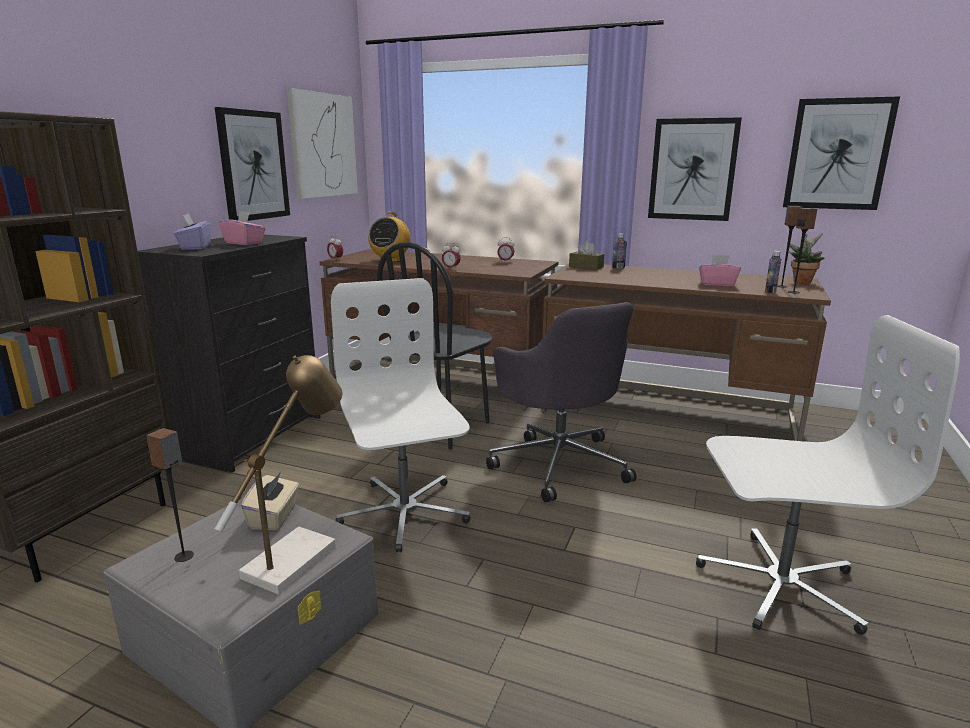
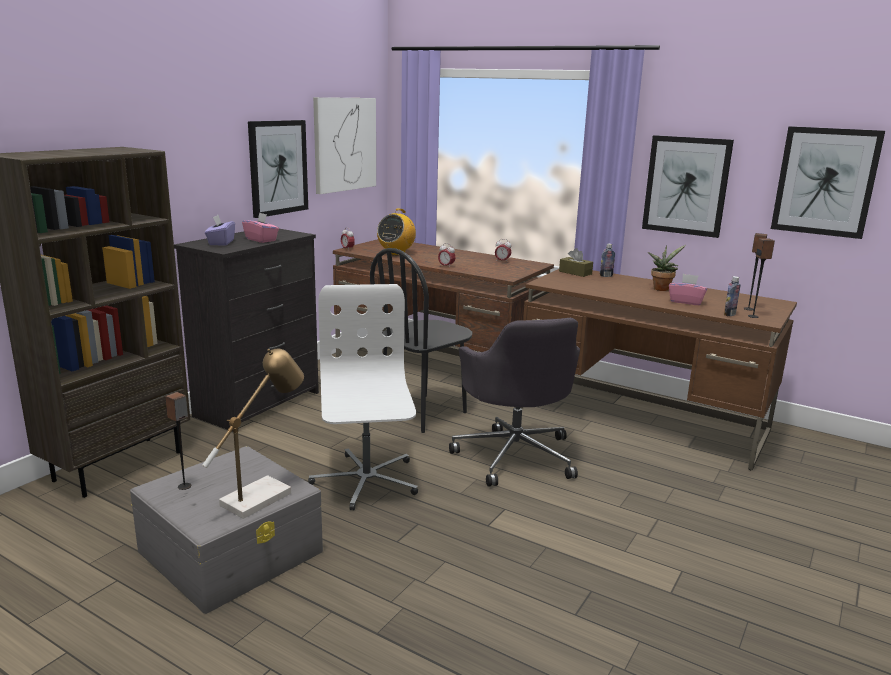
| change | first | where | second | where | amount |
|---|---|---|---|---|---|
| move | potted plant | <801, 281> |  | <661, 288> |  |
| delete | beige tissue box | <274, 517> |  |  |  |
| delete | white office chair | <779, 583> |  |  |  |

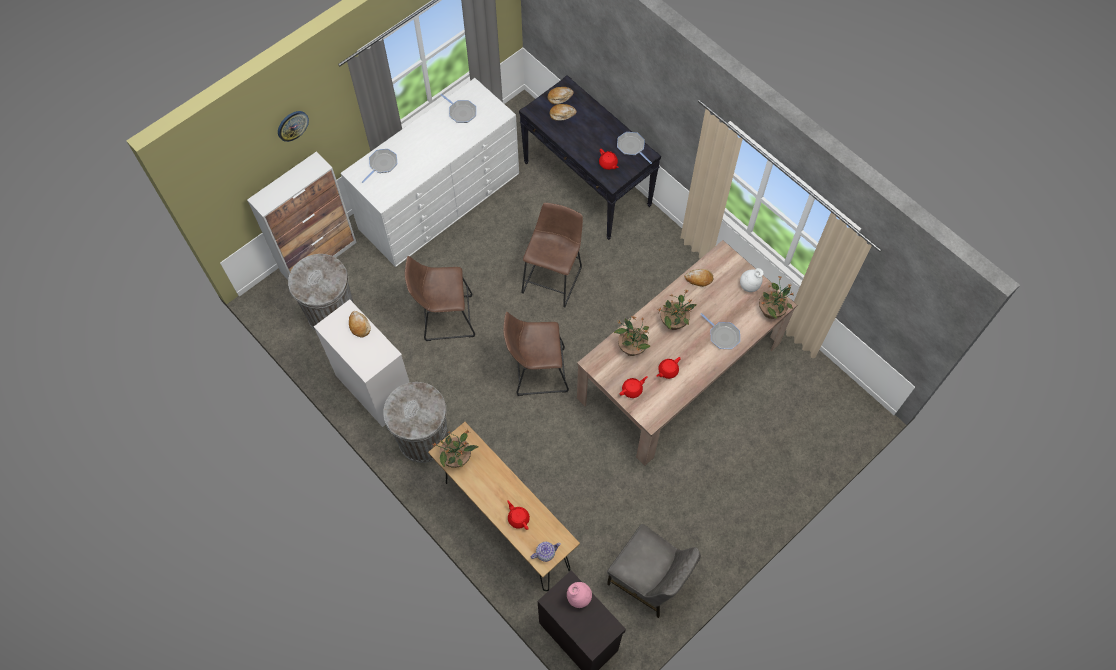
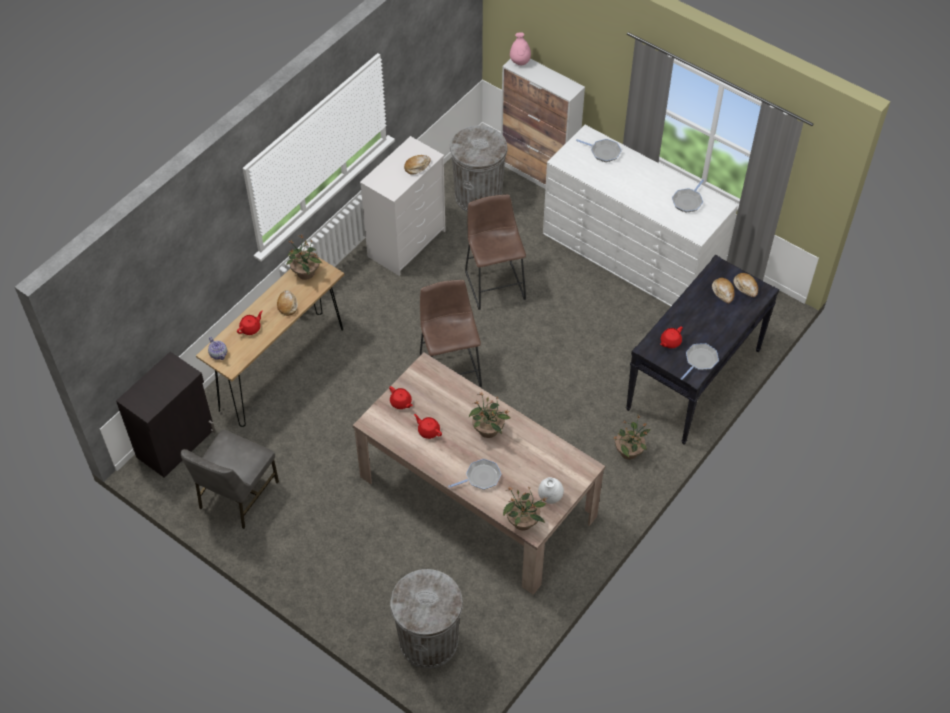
| change | first | where | second | where | amount |
|---|---|---|---|---|---|
| move | bread | <699, 279> |  | <287, 305> |  |
| move | grey trash can | <423, 438> |  | <429, 641> |  |
| rotate | frying pan | <722, 336> |  | <481, 477> | 150 degrees counterclockwise |
| move | pink vase | <578, 597> |  | <520, 62> |  |
| move | potted plant | <631, 347> |  | <629, 451> |  |
| delete | wall clock | <292, 125> |  |  |  |
| delete | brown stool | <553, 277> |  |  |  |

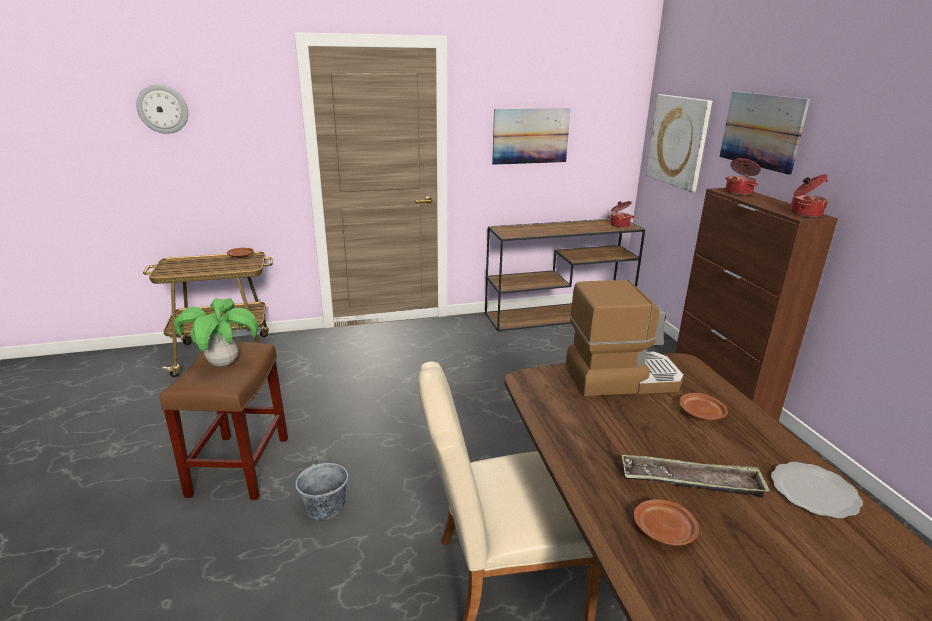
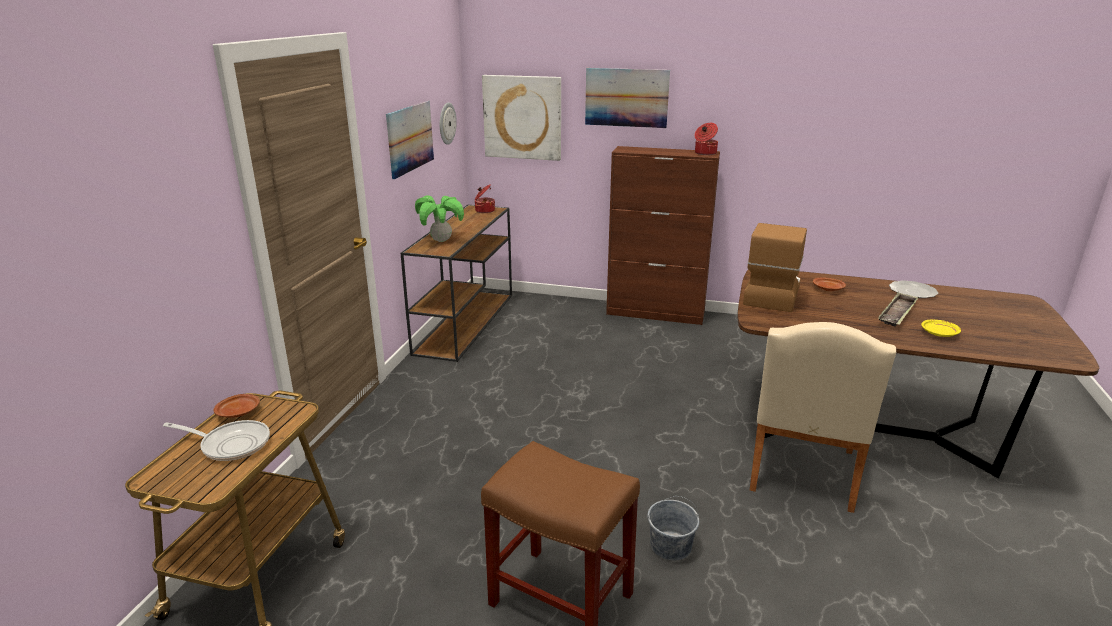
| change | first | where | second | where | amount |
|---|---|---|---|---|---|
| insert |  |  | frying pan | <231, 444> |  |
| move | potted plant | <224, 363> |  | <441, 240> |  |
| move | wall clock | <163, 109> |  | <446, 123> |  |
| recolor | brown plate | <664, 530> | yellow plate | <939, 333> |  |
| delete | cooking pot | <739, 192> |  |  |  |

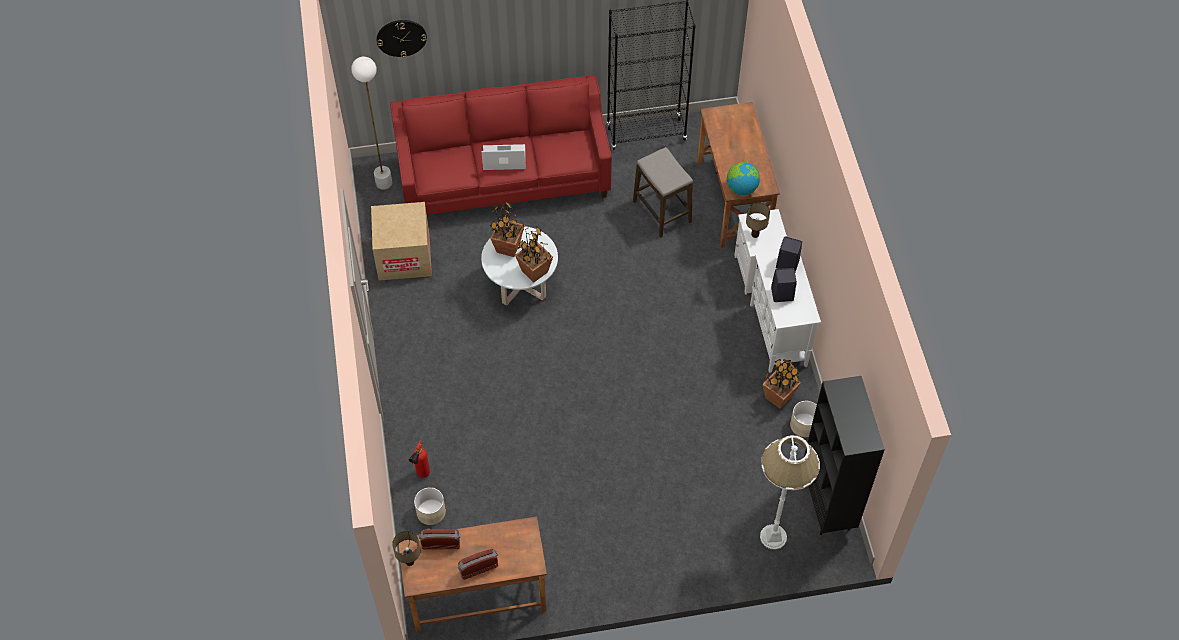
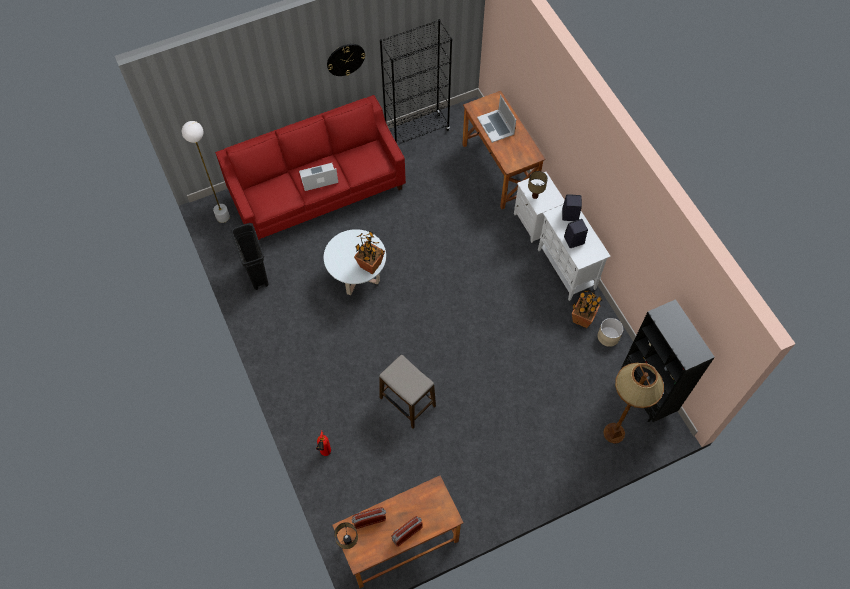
| change | first | where | second | where | amount |
|---|---|---|---|---|---|
| replace | cardboard box | <404, 256> | black trash can | <257, 274> |  |
| move | wall clock | <401, 37> |  | <345, 59> |  |
| move | stool | <661, 212> |  | <407, 402> |  |
| insert |  |  | laptop | <496, 126> |  |
| recolor | white floor lamp | <773, 537> | brown floor lamp | <613, 433> |  |
| delete | beige planter | <430, 512> |  |  |  |
| delete | potted plant | <508, 248> |  |  |  |
| delete | globe | <741, 188> |  |  |  |

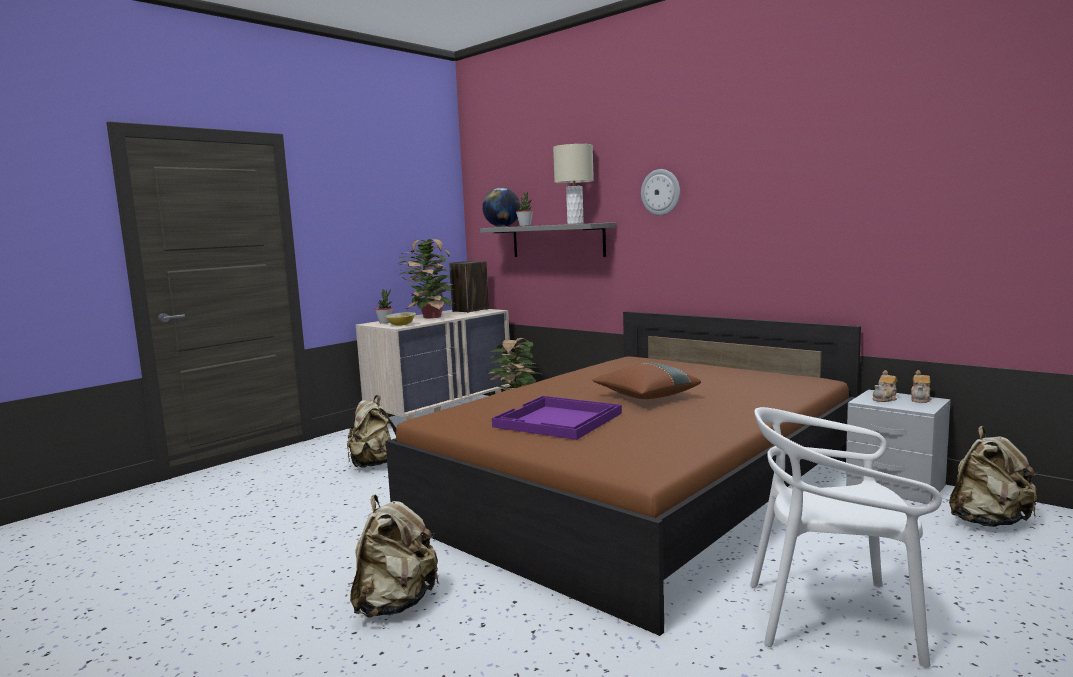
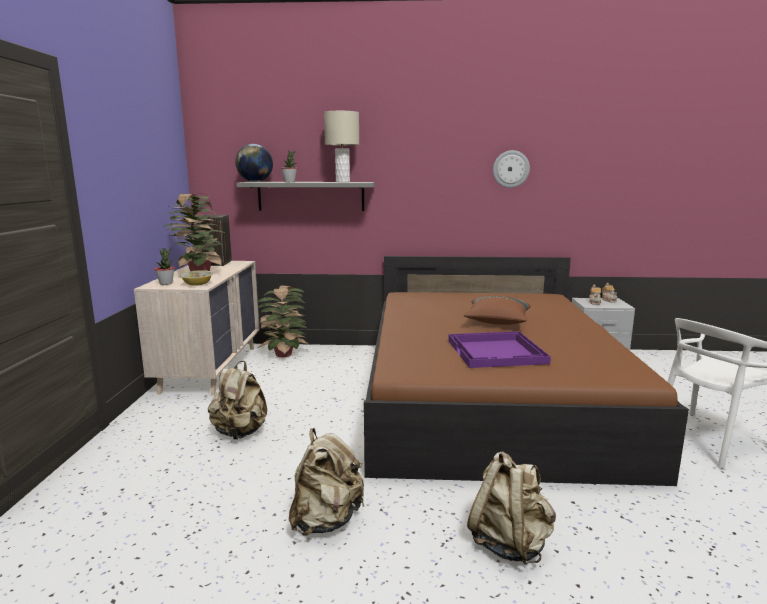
| change | first | where | second | where | amount |
|---|---|---|---|---|---|
| move | beige backpack | <988, 522> |  | <326, 520> |  |
| move | wall clock | <661, 192> |  | <510, 169> |  |

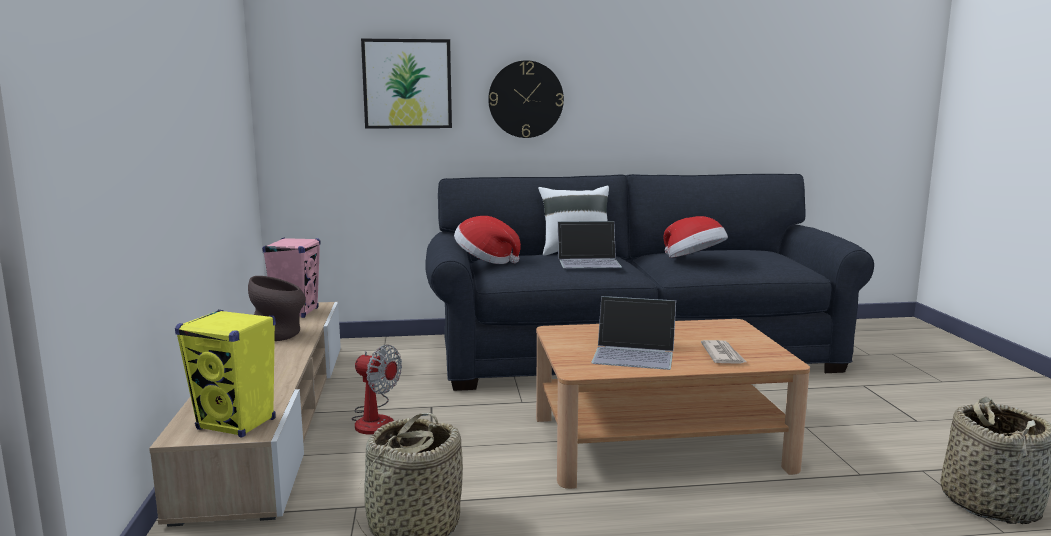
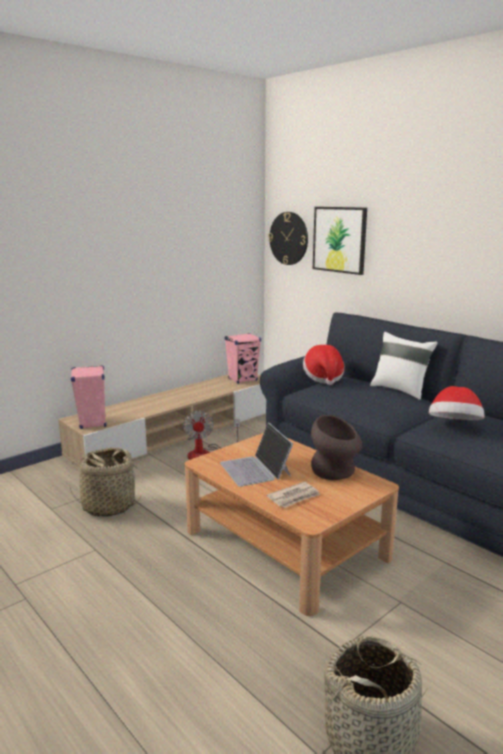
| change | first | where | second | where | amount |
|---|---|---|---|---|---|
| recolor | yellow speaker | <237, 424> | pink speaker | <93, 423> |  |
| move | wall clock | <525, 99> |  | <288, 238> |  |
| move | brown vase | <280, 335> |  | <335, 473> |  |
| delete | laptop | <589, 261> |  |  |  |

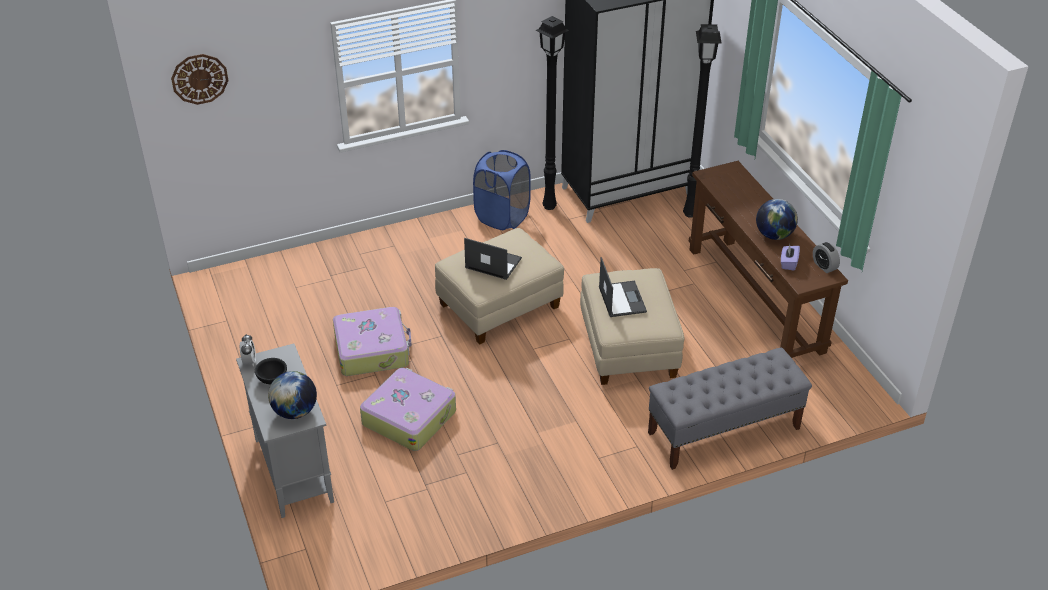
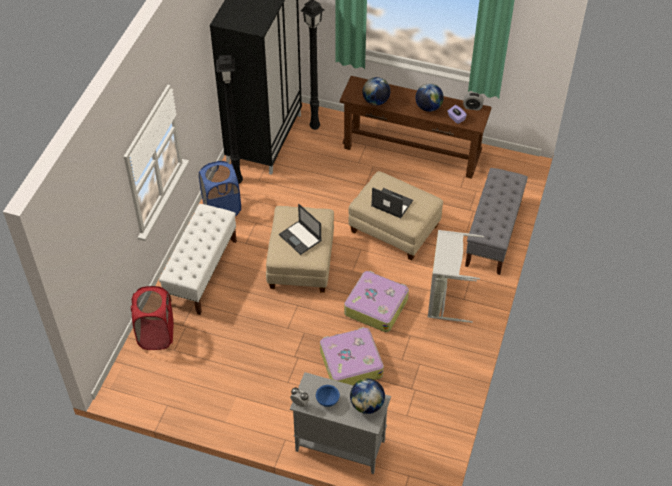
| change | first | where | second | where | amount |
|---|---|---|---|---|---|
| insert |  |  | red laundry basket | <156, 335> |  |
| insert |  |  | white bench | <202, 272> |  |
| rotate | laptop | <492, 263> |  | <300, 238> | 105 degrees counterclockwise |
| recolor | black bowl | <272, 379> | blue bowl | <327, 400> |  |
| move | suitcase | <372, 349> |  | <376, 306> |  |
| insert |  |  | globe | <376, 101> |  |
| insert |  |  | grey laundry basket | <445, 298> |  |
| delete | wall clock | <199, 78> |  |  |  |

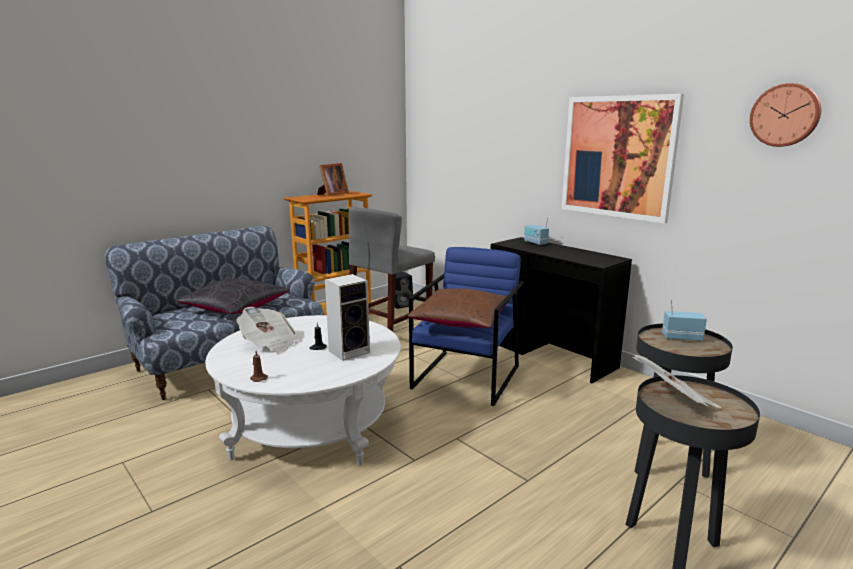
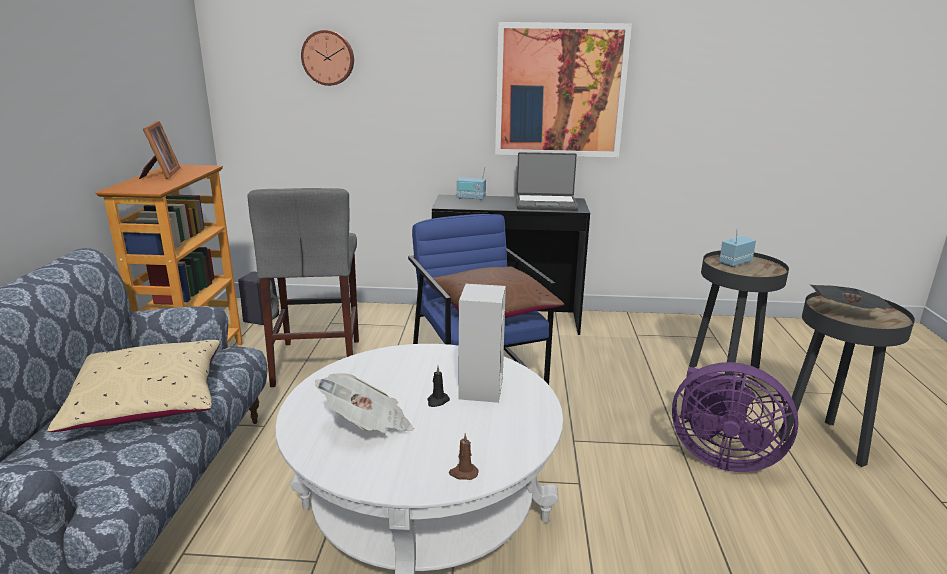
| change | first | where | second | where | amount |
|---|---|---|---|---|---|
| recolor | black pillow | <236, 308> | beige pillow | <149, 402> |  |
| move | wall clock | <785, 115> |  | <328, 58> |  |
| insert |  |  | laptop | <546, 204> |  |
| insert |  |  | purple fan | <720, 456> |  |

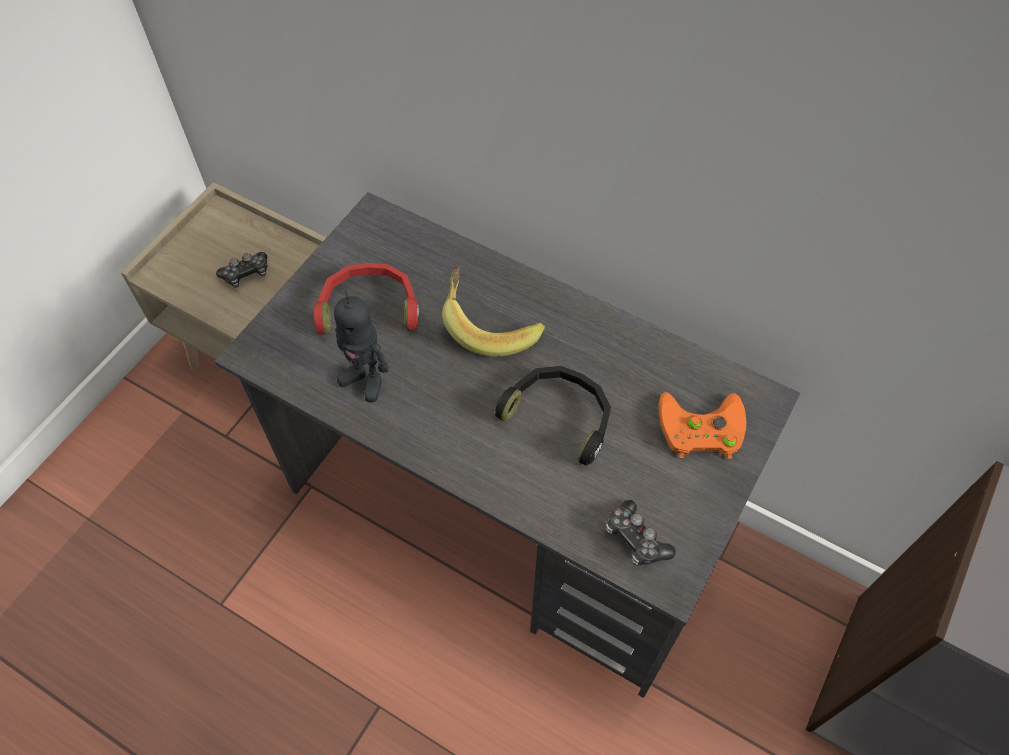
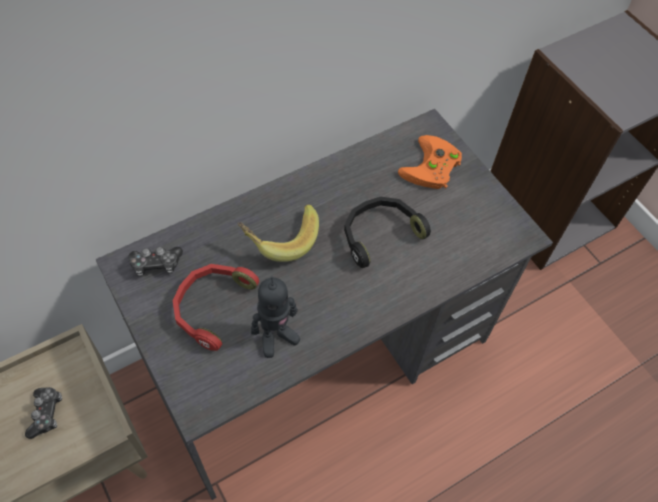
| change | first | where | second | where | amount |
|---|---|---|---|---|---|
| move | game controller | <636, 539> |  | <156, 265> |  |

